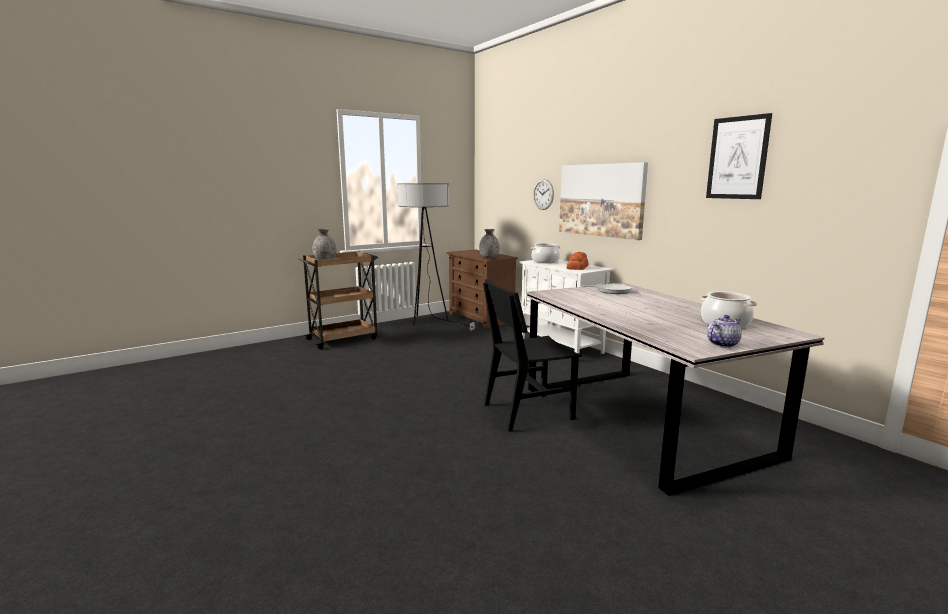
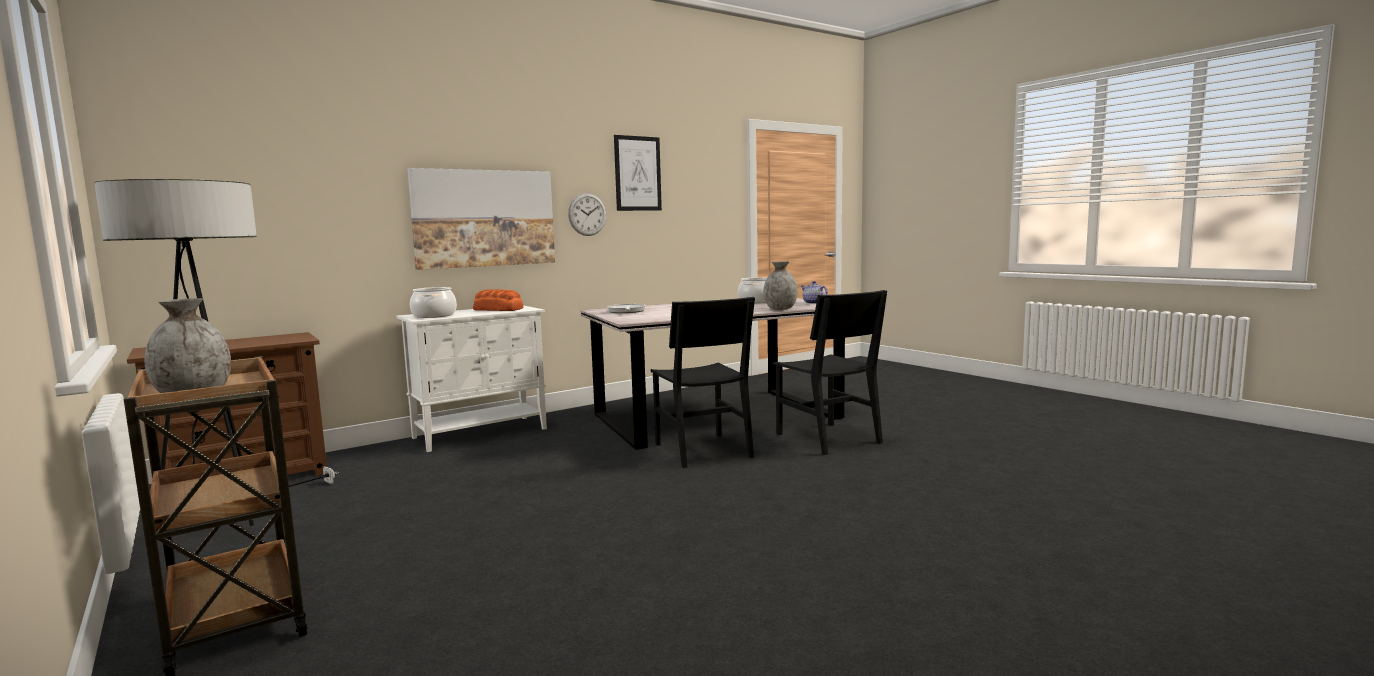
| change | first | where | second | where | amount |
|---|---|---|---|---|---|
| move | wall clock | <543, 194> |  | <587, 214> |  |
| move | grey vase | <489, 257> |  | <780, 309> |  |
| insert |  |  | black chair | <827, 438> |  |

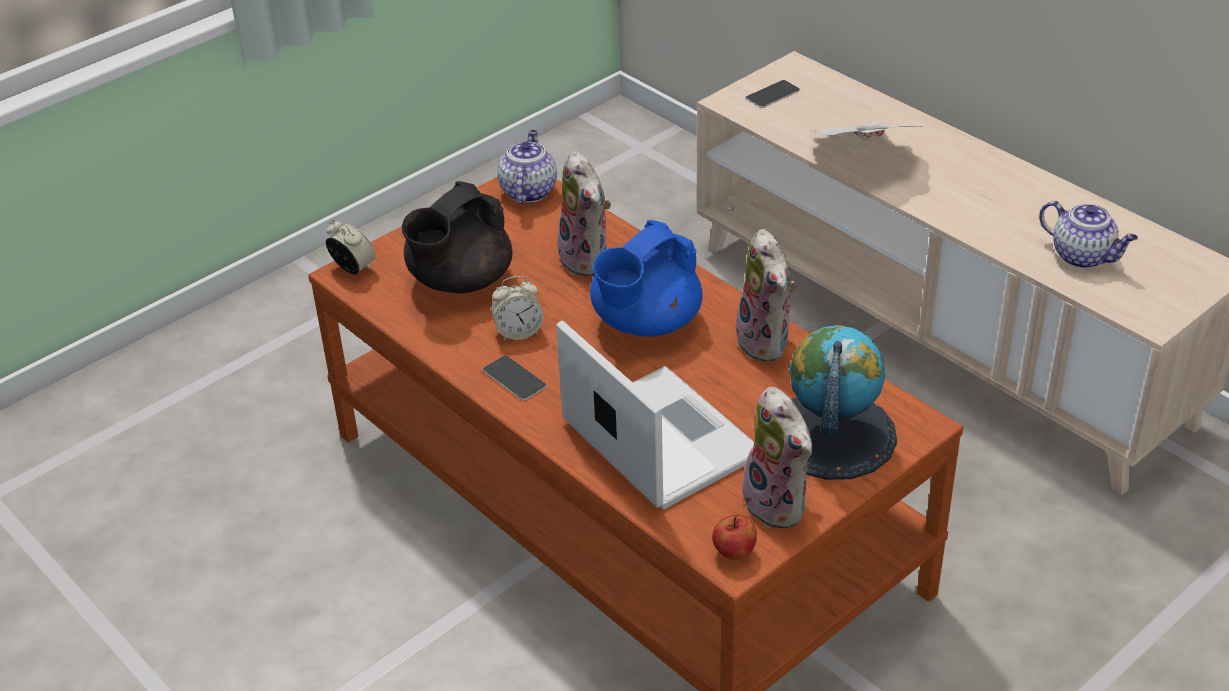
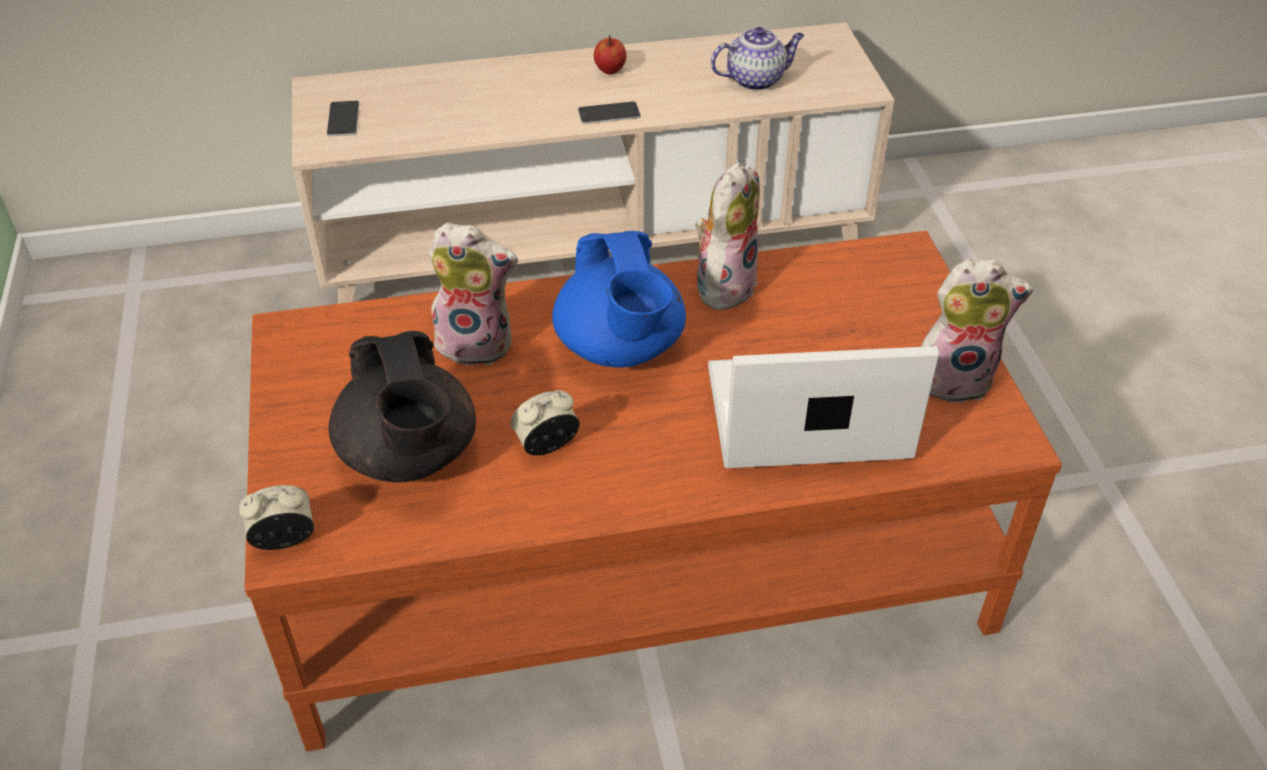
| change | first | where | second | where | amount |
|---|---|---|---|---|---|
| rotate | alarm clock | <518, 332> |  | <547, 445> | 135 degrees counterclockwise |
| move | phone | <514, 378> |  | <609, 113> |  |
| move | apple | <734, 552> |  | <610, 70> |  |
| rotate | plush toy | <767, 342> |  | <724, 284> | 75 degrees counterclockwise |
| delete | teapot | <528, 191> |  |  |  |
| delete | globe | <831, 435> |  |  |  |
| delete | newspaper | <862, 155> |  |  |  |

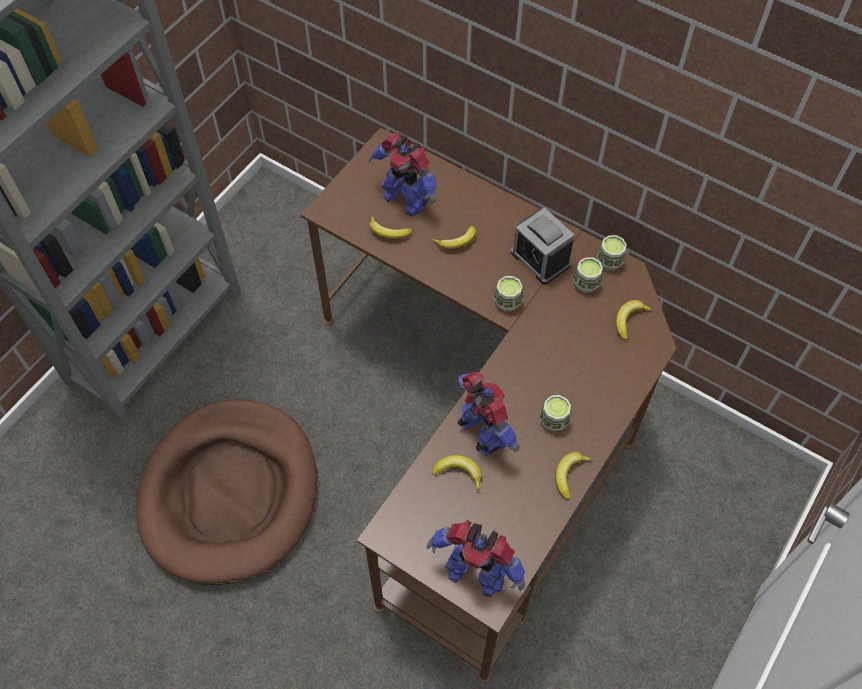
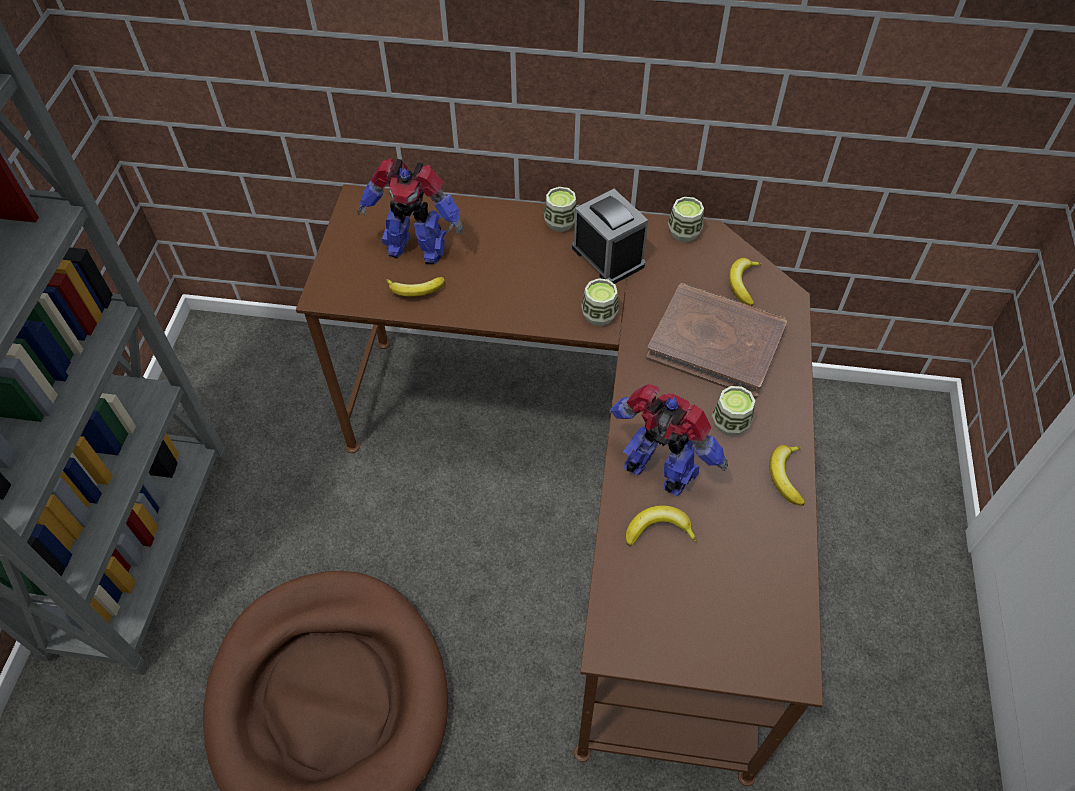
| change | first | where | second | where | amount |
|---|---|---|---|---|---|
| move | cup | <586, 283> |  | <560, 222> |  |
| rotate | alarm clock | <540, 259> |  | <608, 256> | 150 degrees counterclockwise |
| insert |  |  | brown book | <716, 343> |  |
| delete | toy robot | <475, 572> |  |  |  |
| delete | banana | <457, 242> |  |  |  |

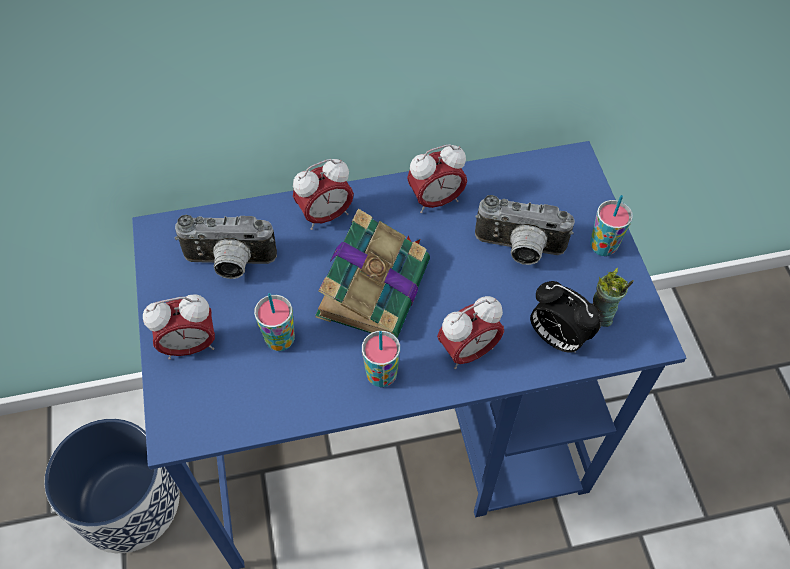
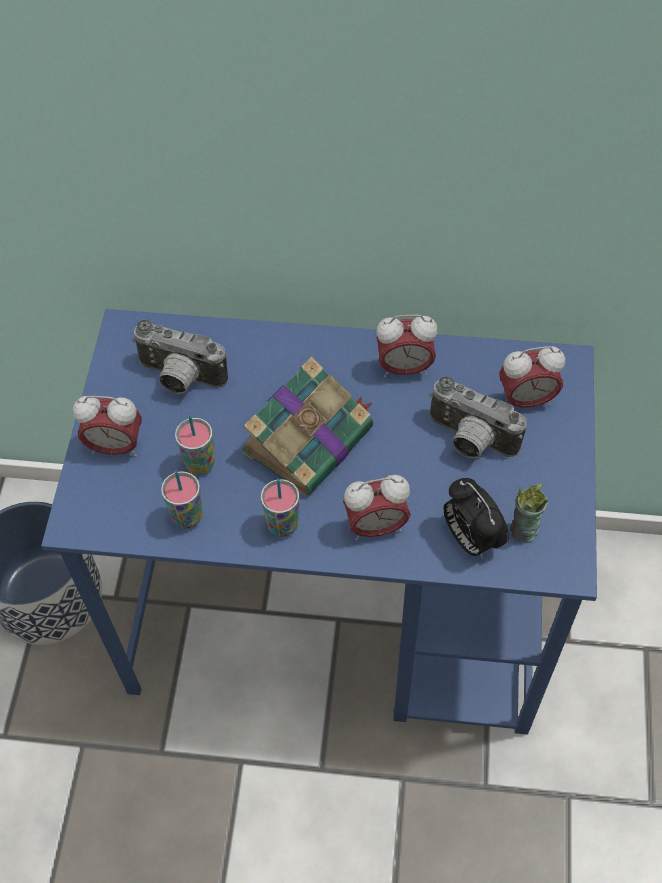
| change | first | where | second | where | amount |
|---|---|---|---|---|---|
| move | cup | <603, 246> |  | <188, 518> |  |
| move | alarm clock | <325, 216> |  | <526, 400> |  |

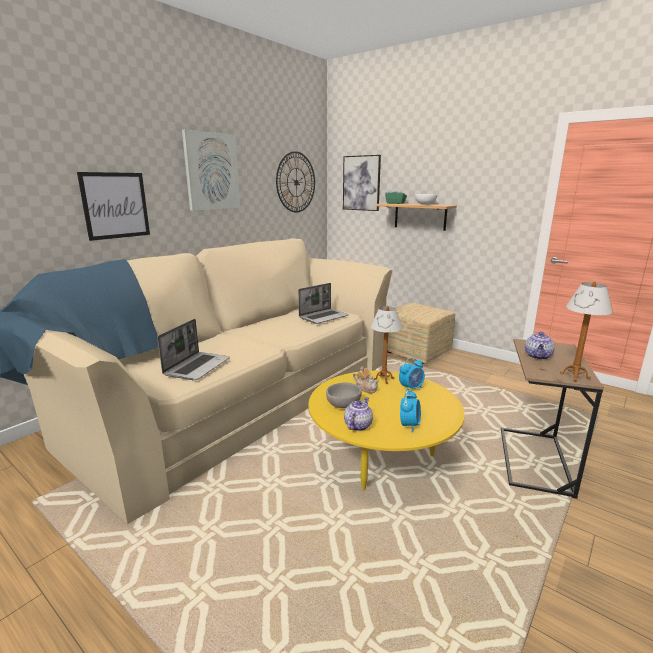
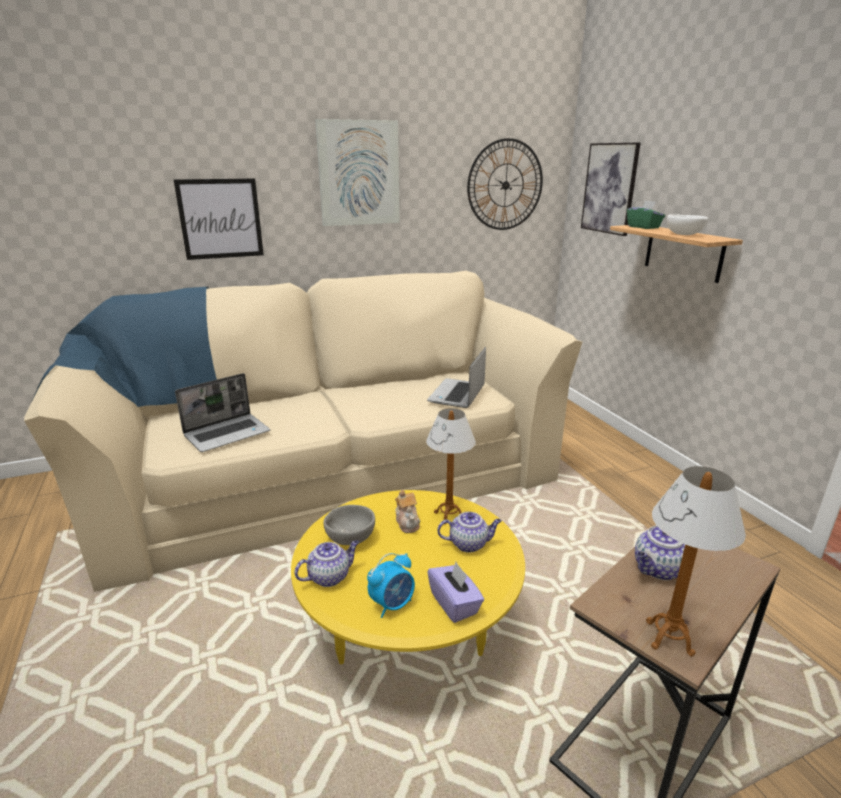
| change | first | where | second | where | amount |
|---|---|---|---|---|---|
| rotate | laptop | <324, 317> |  | <457, 395> | 120 degrees clockwise |
| insert |  |  | purple tissue box | <455, 604> |  |
| replace | alarm clock | <411, 388> | teapot | <469, 544> |  |
| delete | ottoman | <417, 352> |  |  |  |

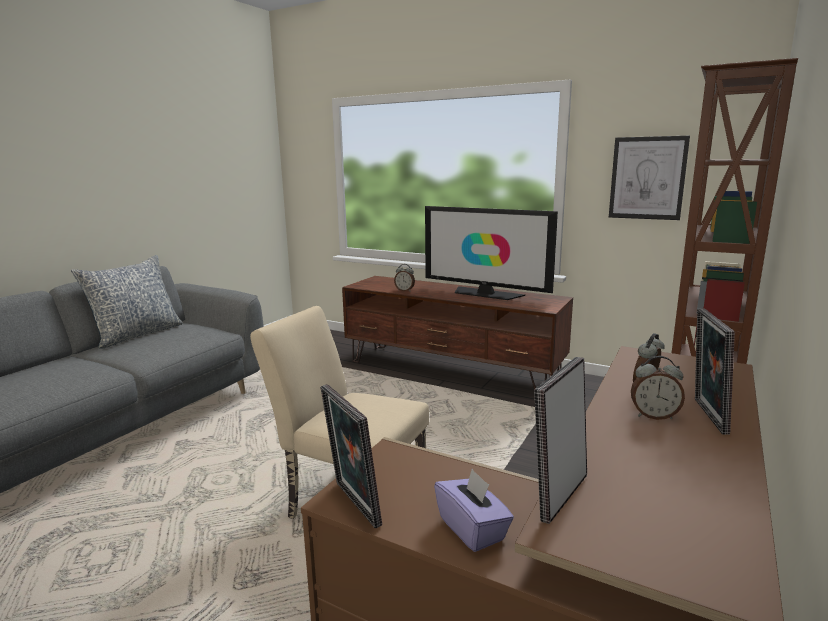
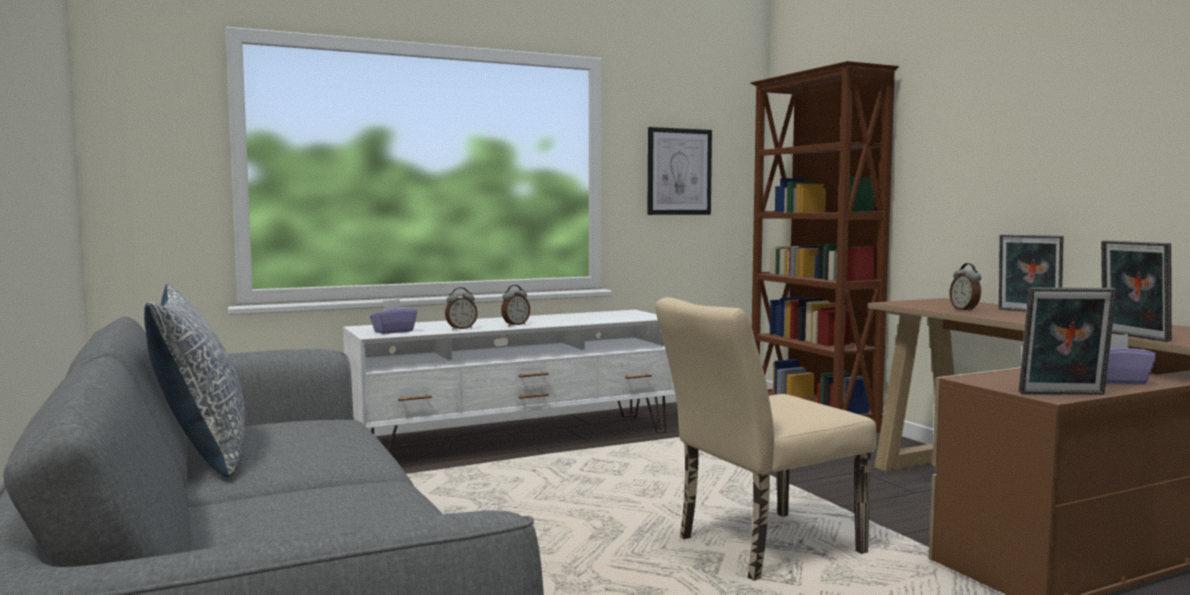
| change | first | where | second | where | amount |
|---|---|---|---|---|---|
| recolor | brown tv stand | <452, 370> | white tv stand | <518, 440> |  |
| insert |  |  | purple tissue box | <393, 331> |  |
| move | alarm clock | <654, 416> |  | <515, 325> |  |
| delete | television | <485, 294> |  |  |  |

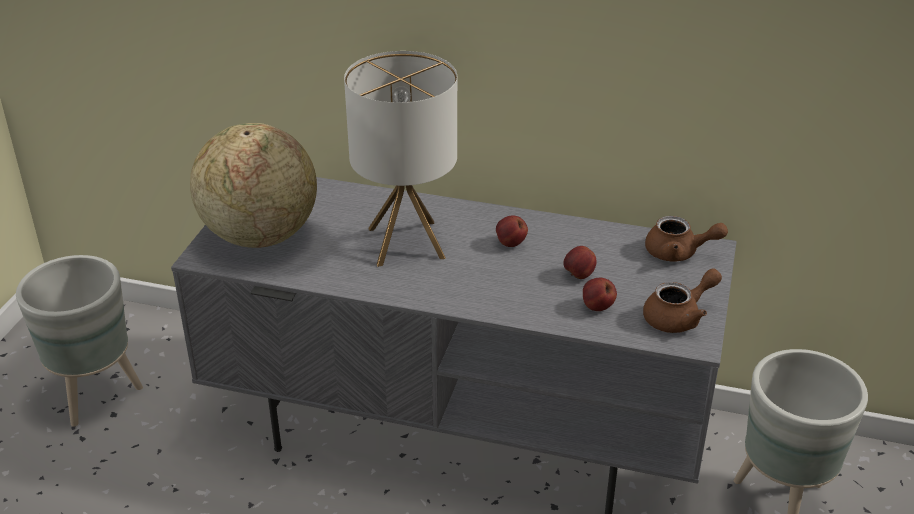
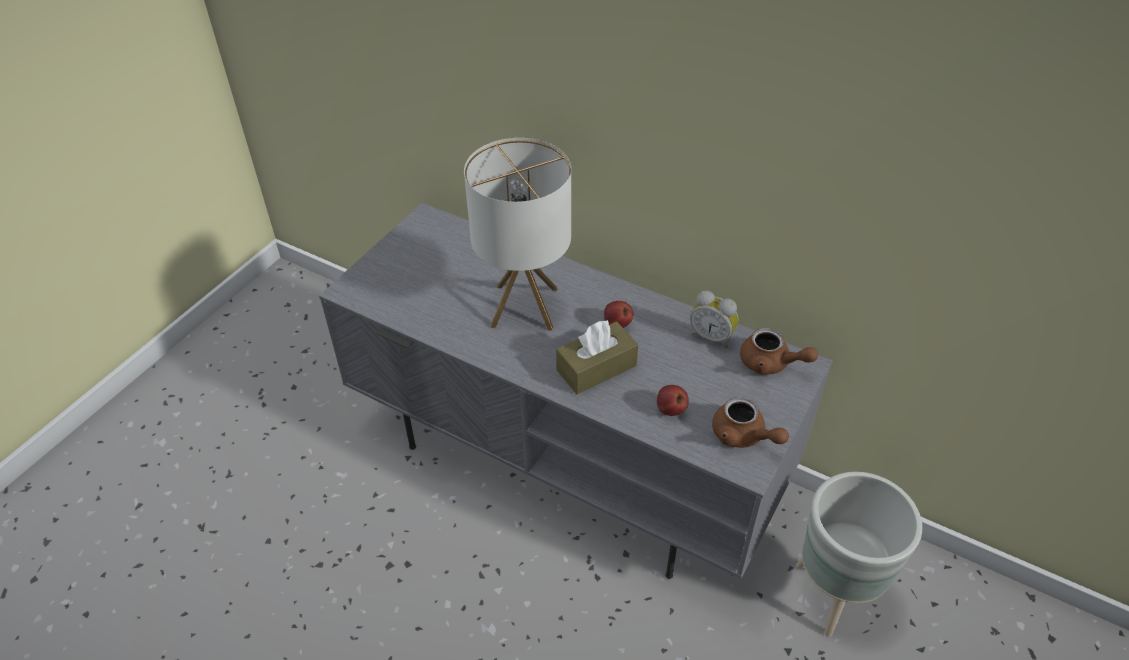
| change | first | where | second | where | amount |
|---|---|---|---|---|---|
| insert |  |  | brown tissue box | <596, 368> |  |
| insert |  |  | alarm clock | <712, 336> |  |
| rotate | brown teapot | <679, 317> |  | <743, 436> | 60 degrees clockwise |
| delete | grey planter | <94, 396> |  |  |  |
| delete | globe | <259, 236> |  |  |  |
| delete | apple | <579, 275> |  |  |  |

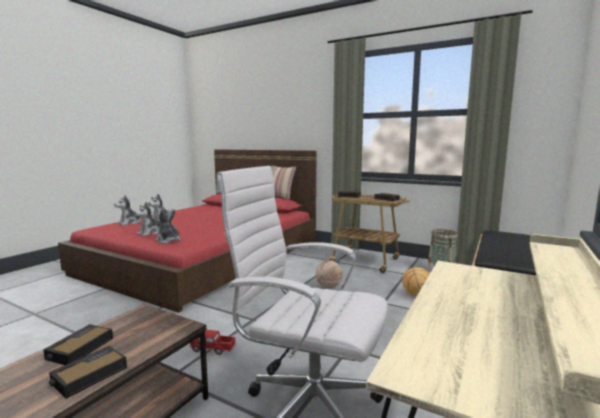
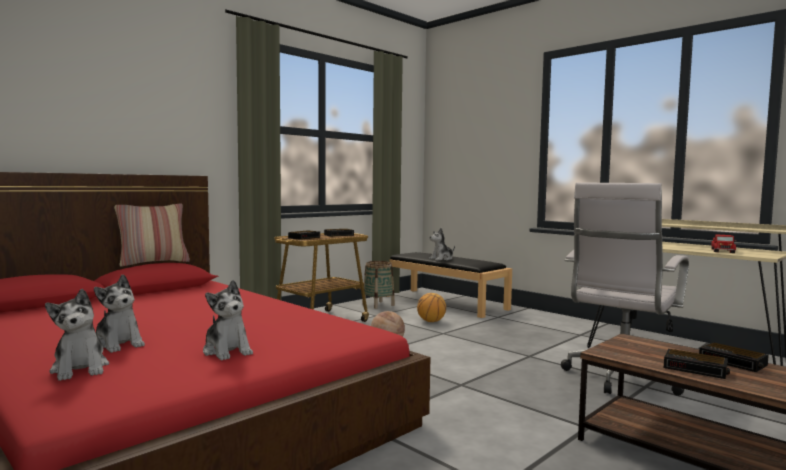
| change | first | where | second | where | amount |
|---|---|---|---|---|---|
| move | plush toy | <168, 241> |  | <441, 259> |  |
| move | toy truck | <212, 348> |  | <722, 251> |  |

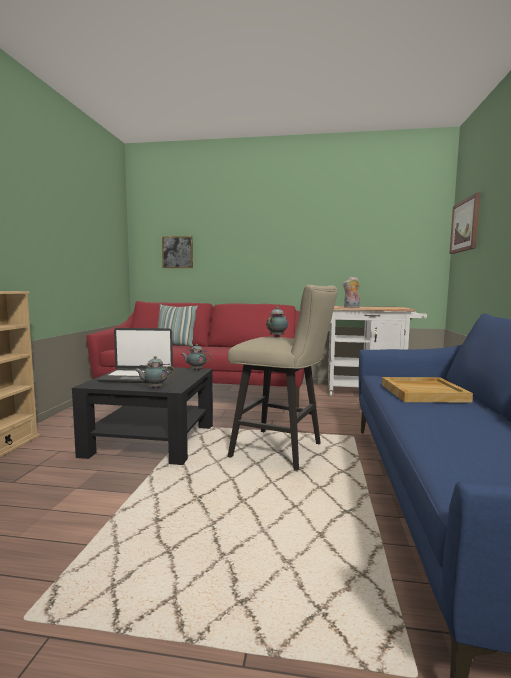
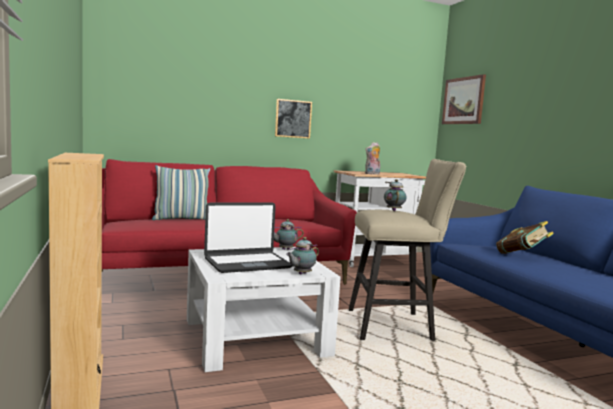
| change | first | where | second | where | amount |
|---|---|---|---|---|---|
| recolor | black coffee table | <151, 440> | white coffee table | <255, 337> |  |
| move | picture | <177, 252> |  | <293, 119> |  |
| replace | beige tray | <423, 392> | book | <522, 256> |  |

